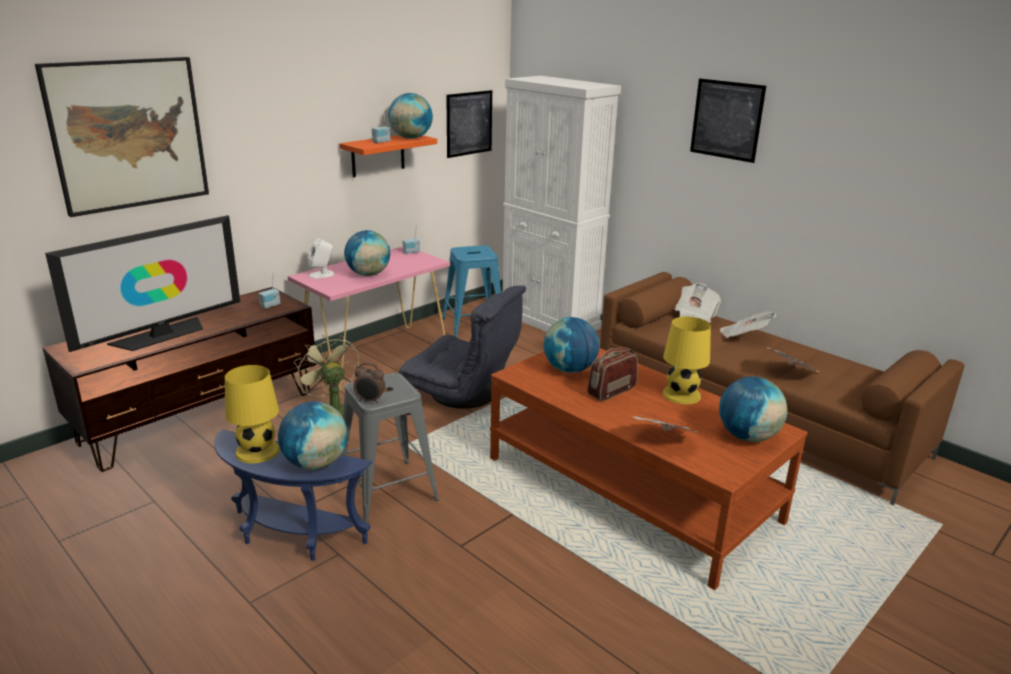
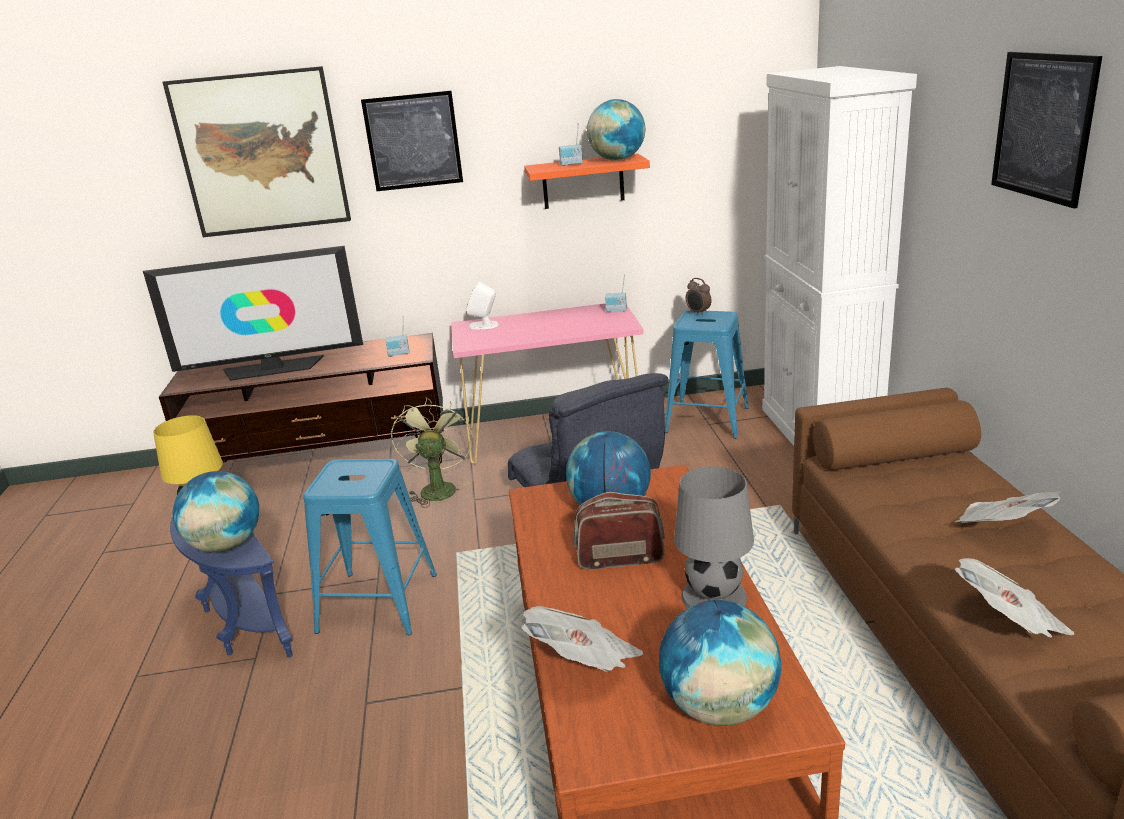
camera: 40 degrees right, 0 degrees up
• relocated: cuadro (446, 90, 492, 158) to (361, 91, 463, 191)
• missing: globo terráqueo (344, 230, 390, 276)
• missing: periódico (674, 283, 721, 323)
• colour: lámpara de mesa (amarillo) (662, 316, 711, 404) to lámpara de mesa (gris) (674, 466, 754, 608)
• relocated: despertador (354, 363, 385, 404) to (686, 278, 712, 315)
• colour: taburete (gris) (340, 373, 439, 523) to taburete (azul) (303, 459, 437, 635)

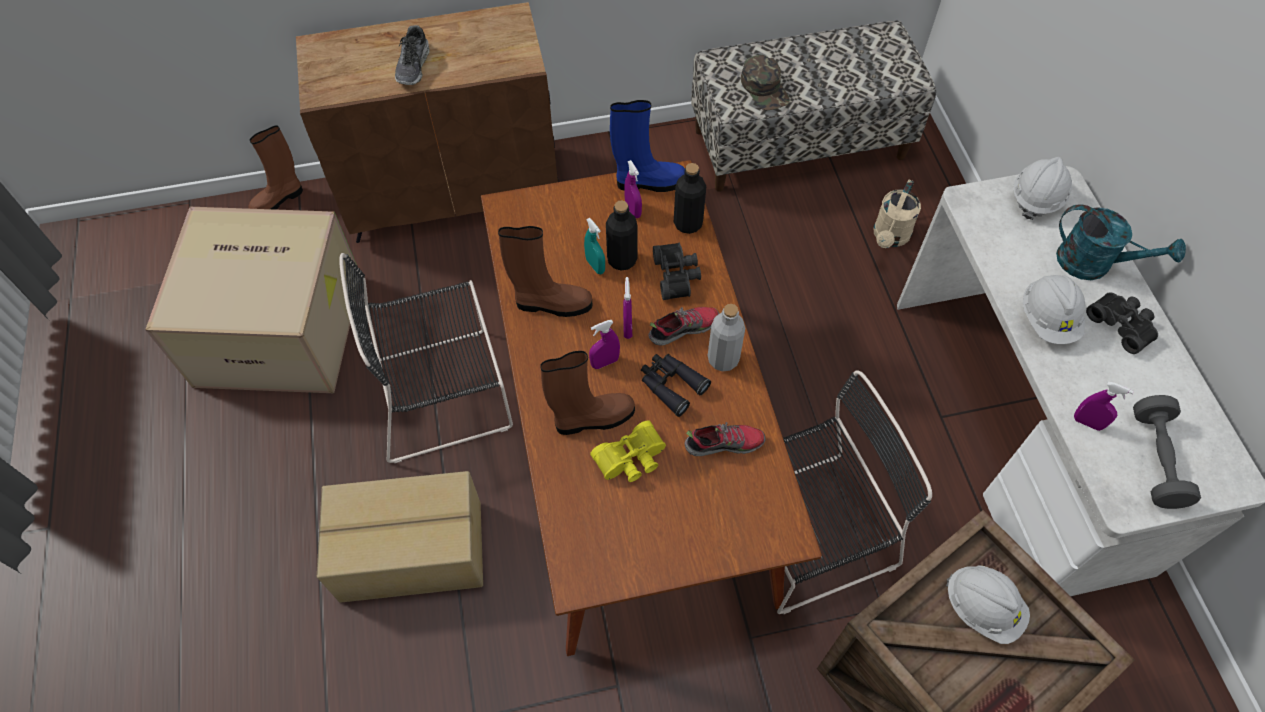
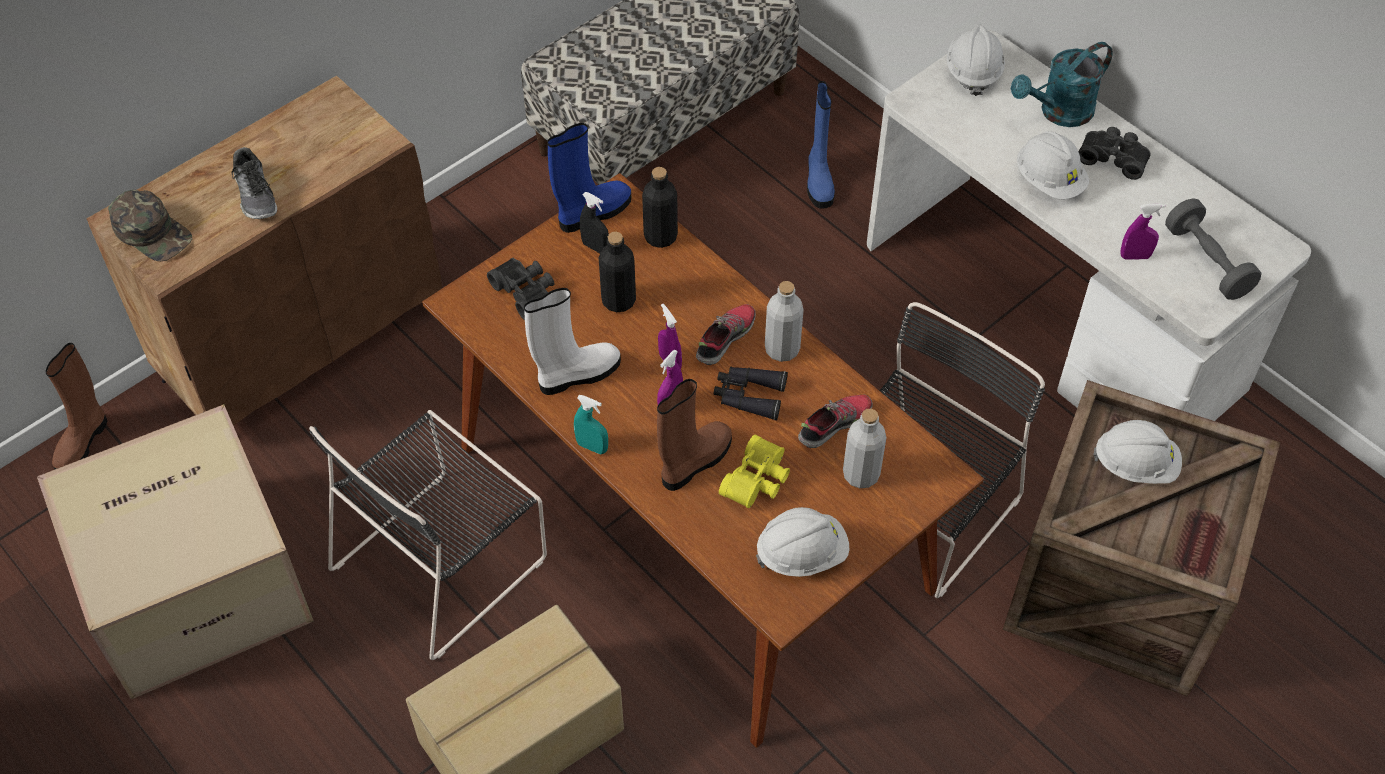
camera: 30 degrees left, 5 degrees down
• relocated: gorra (verde) (741, 55, 790, 110) to (108, 190, 192, 261)
• colour: pulverizador (morado) (624, 160, 642, 218) to pulverizador (negro) (580, 192, 609, 253)
• exchanged: regadera (beis) (873, 180, 921, 248) to bota (azul) (807, 81, 835, 209)
• spun: regadera (turquesa) (1056, 205, 1186, 280) = (1011, 42, 1113, 127) 150 degrees clockwise
• relocated: pulverizador (turquesa) (584, 218, 605, 274) to (574, 395, 608, 454)
• colour: bota (marrón) (498, 226, 592, 317) to bota (blanco) (524, 288, 621, 395)
• relocated: prismáticos (negro) (653, 243, 701, 300) to (487, 258, 555, 320)
• appeared: botella (gris) (843, 409, 886, 488)
• appeared: casco (blanco) (756, 507, 849, 577)

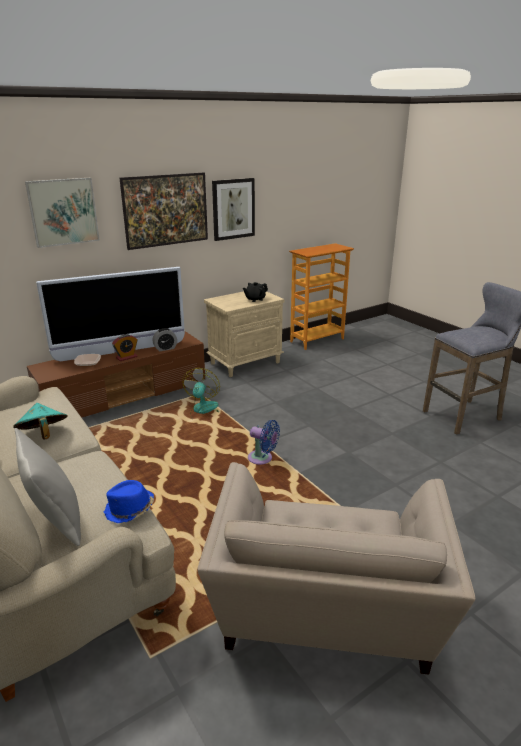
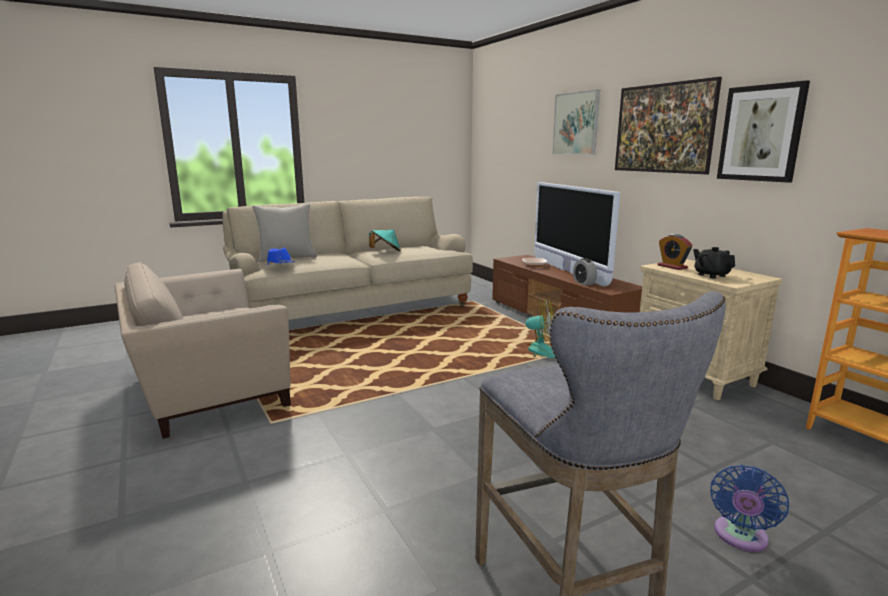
camera: 95 degrees right, 10 degrees down
• relocated: despertador (112, 334, 138, 361) to (658, 234, 693, 270)
• relocated: ventilador (azul) (248, 420, 280, 465) to (710, 465, 789, 552)
• spun: sillón (beis) (198, 462, 475, 675) = (115, 262, 291, 439) 45 degrees counterclockwise

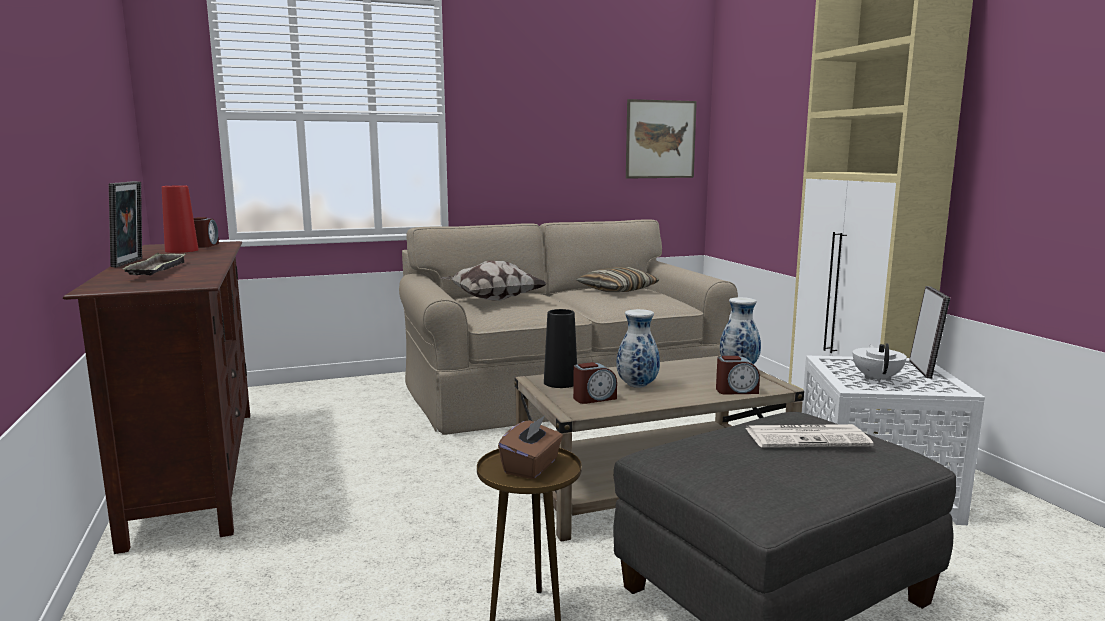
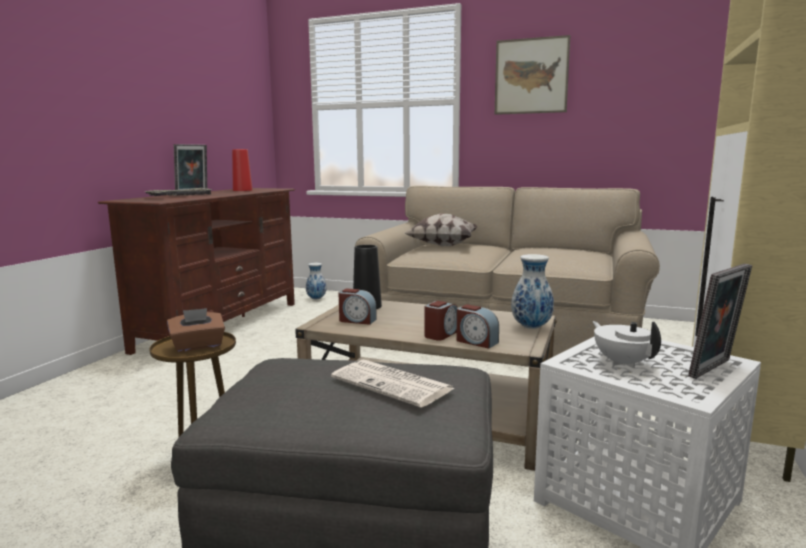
camera: 40 degrees right, 0 degrees up
• relocated: cuadro (626, 99, 697, 179) to (495, 35, 570, 115)
• relocated: despertador (194, 217, 219, 248) to (425, 301, 458, 341)
• missing: cojín (576, 267, 660, 292)
• relocated: florero (617, 309, 660, 388) to (306, 263, 327, 299)
• spun: tetera (blanco) (853, 343, 907, 383) = (592, 321, 661, 368) 75 degrees counterclockwise

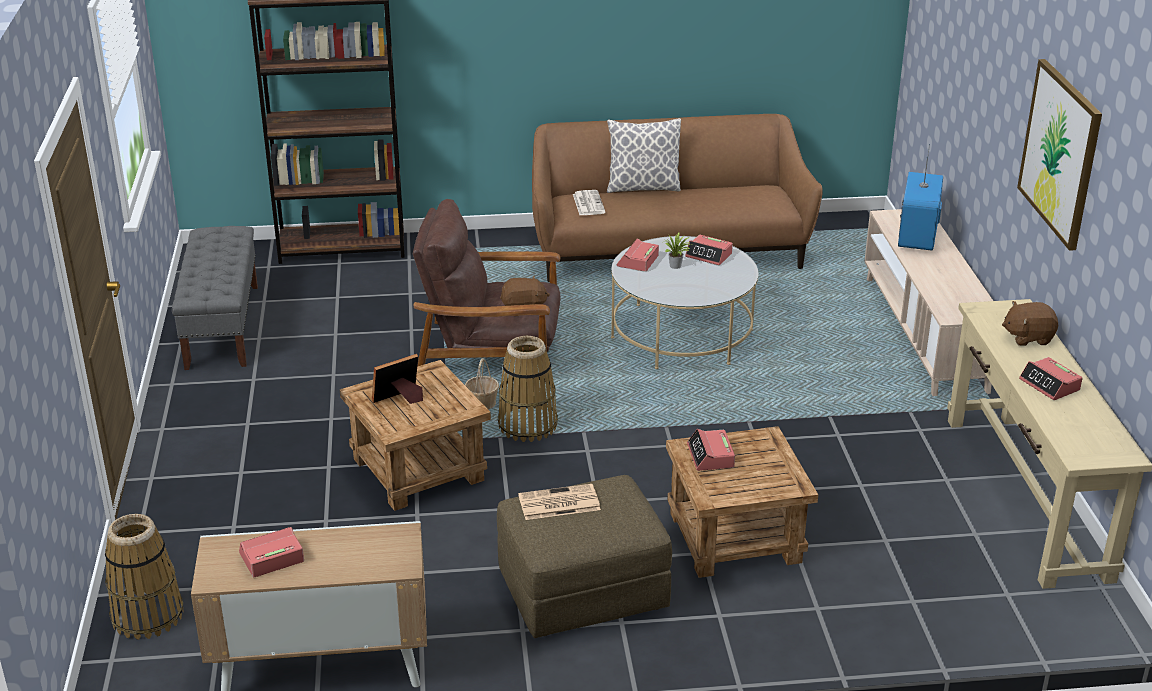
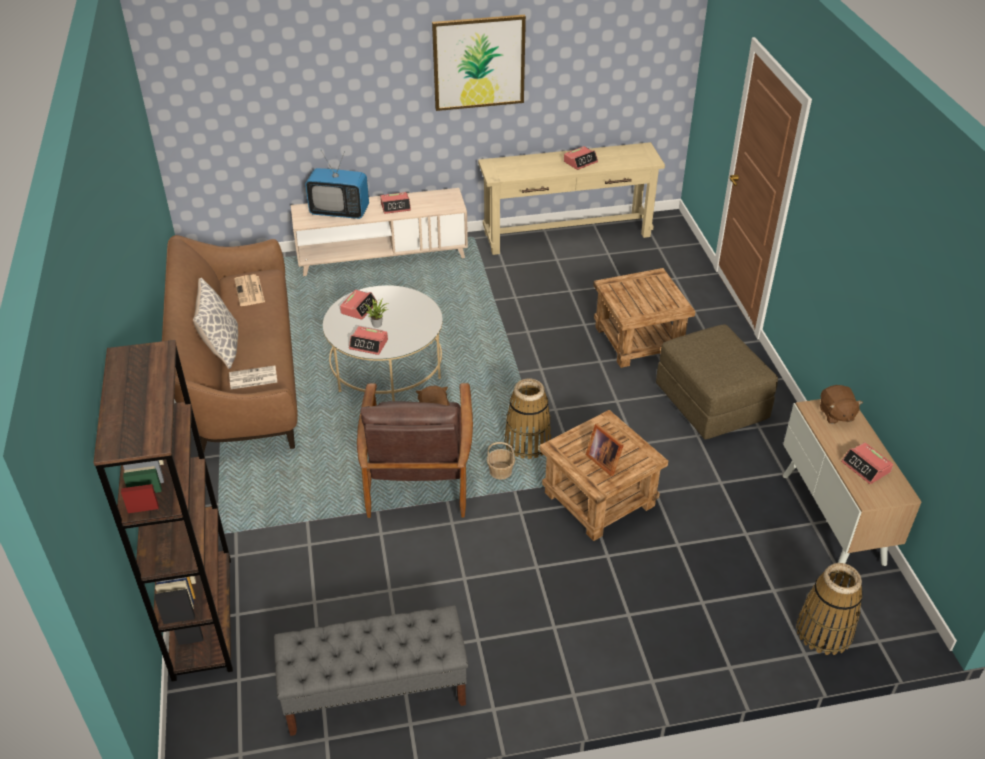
camera: 95 degrees left, 10 degrees up
• relocated: peluche (marrón) (1002, 301, 1058, 346) to (820, 385, 863, 424)
• relocated: despertador (687, 429, 735, 471) to (380, 192, 411, 214)
• relocated: periódico (518, 484, 601, 520) to (234, 274, 265, 306)

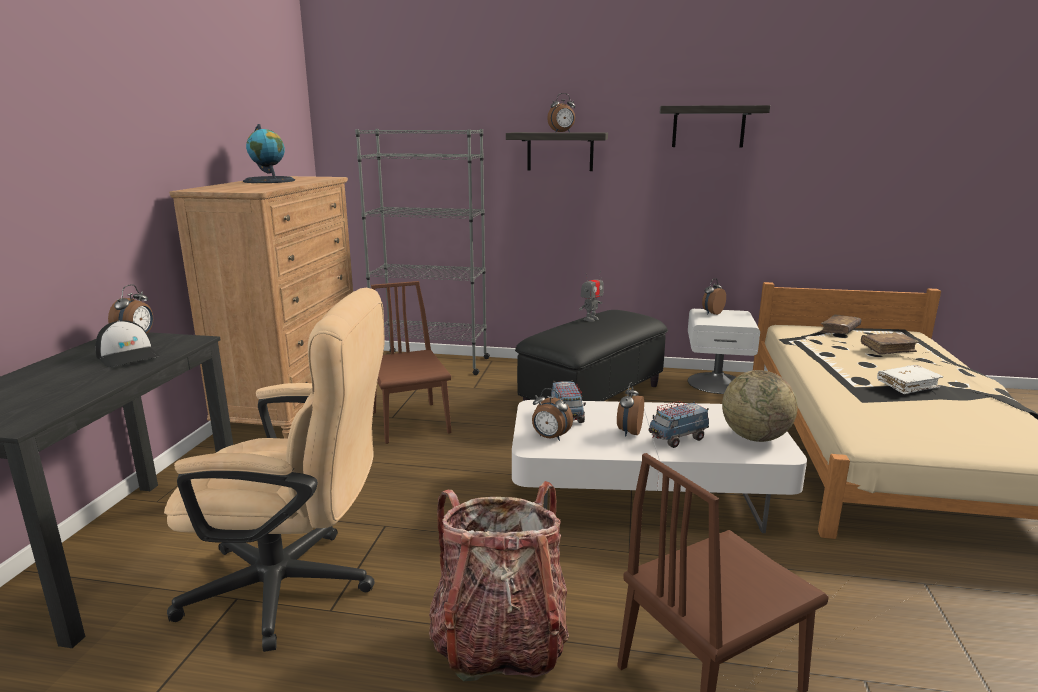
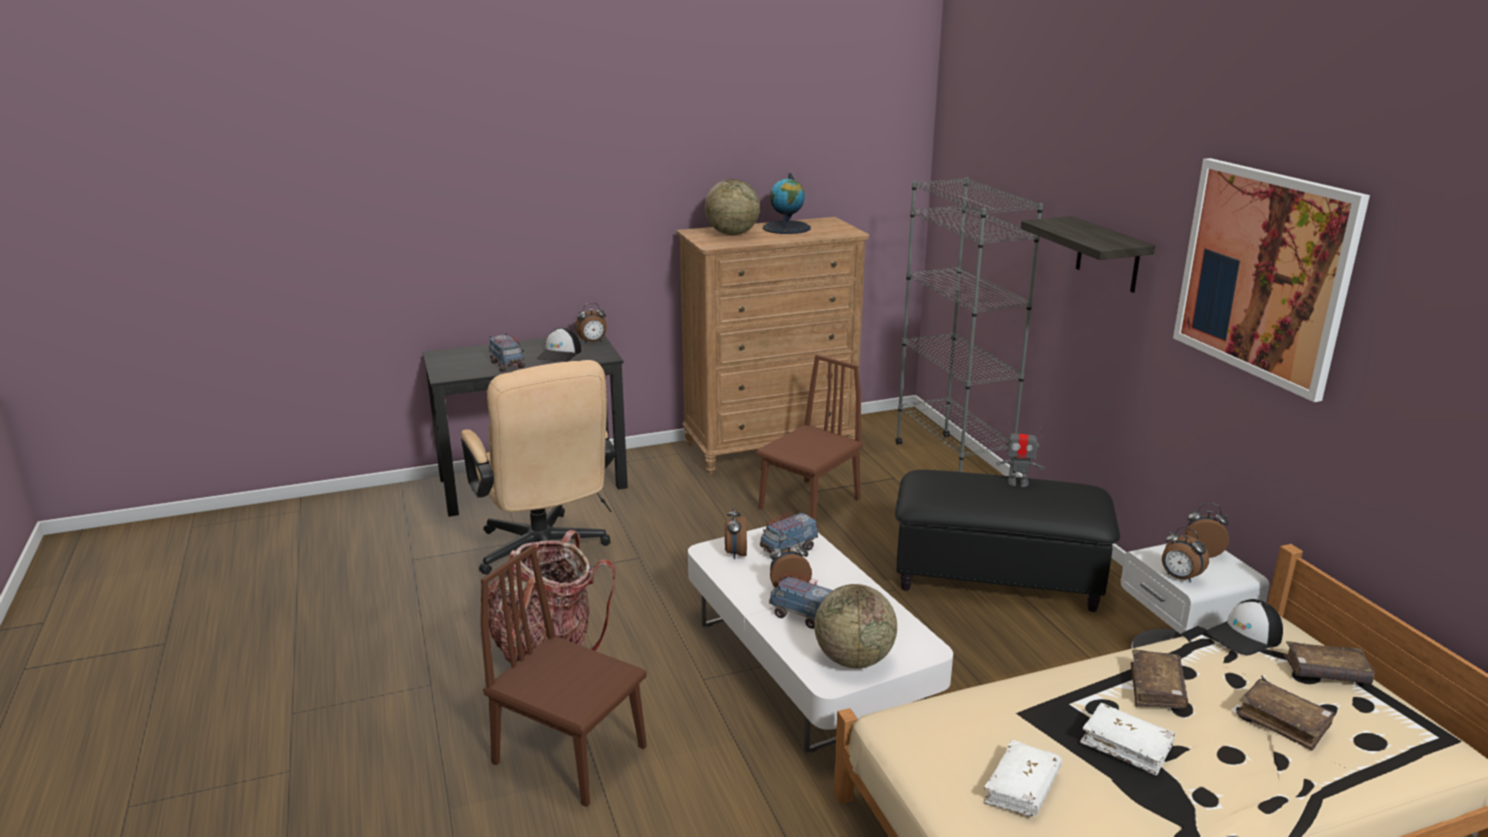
camera: 60 degrees right, 5 degrees up
• relocated: despertador (547, 93, 575, 132) to (1162, 527, 1209, 583)
• exchanged: estante (660, 105, 770, 148) to cuadro (1173, 158, 1370, 402)
• appeared: globo terráqueo (705, 179, 760, 235)
• appeared: camión de juguete (489, 333, 525, 372)
• appeared: gorra (1207, 599, 1283, 656)
• appeared: libro (marrón) (1131, 649, 1188, 709)
• appeared: libro (blanco) (984, 740, 1062, 816)

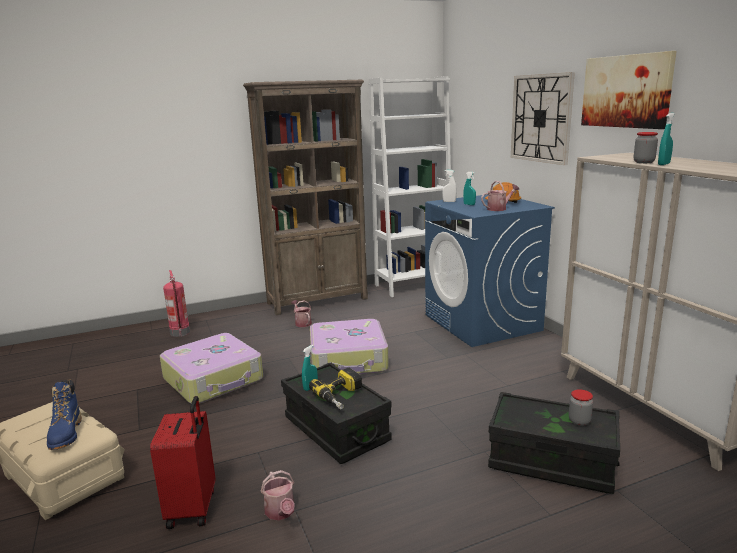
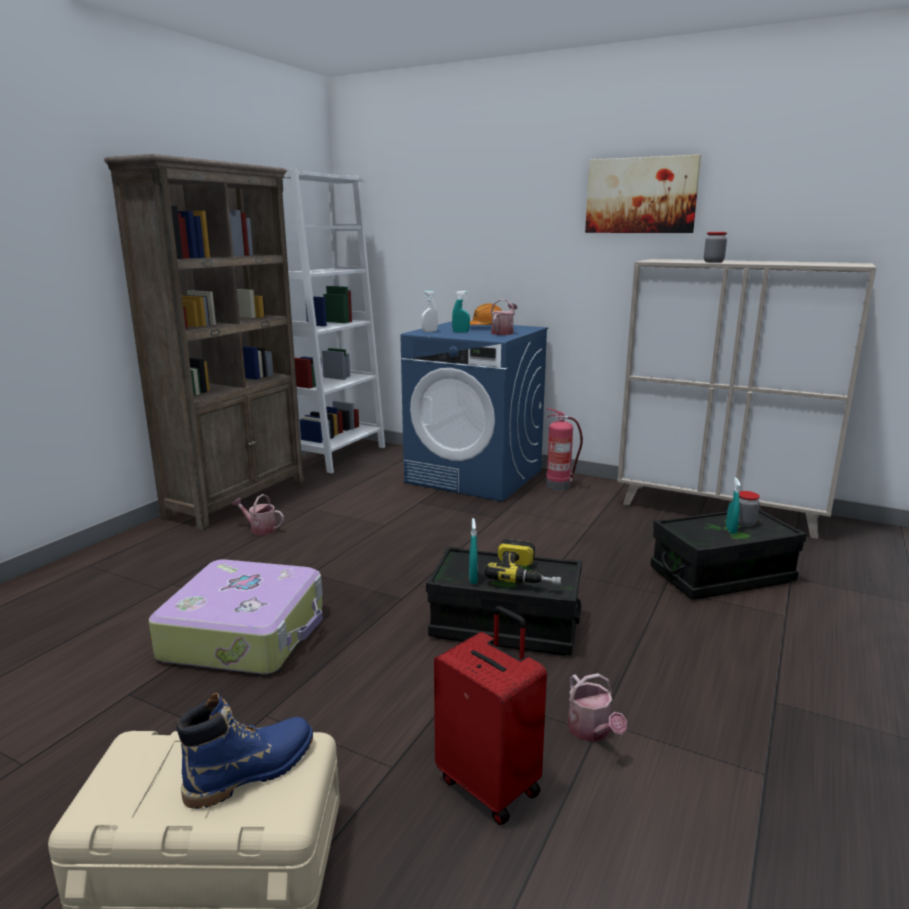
camera: 40 degrees left, 0 degrees up
• missing: reloj de pared (511, 72, 575, 165)
• relocated: pulverizador (turquesa) (658, 113, 675, 165) to (726, 477, 741, 534)
• relocated: extintor (163, 270, 190, 337) to (546, 408, 583, 491)
• missing: maleta (310, 319, 389, 374)
• spun: bota (azul) (47, 379, 82, 450) = (176, 693, 313, 809) 75 degrees counterclockwise
• spun: regadera (261, 470, 295, 520) = (568, 673, 627, 742) 45 degrees clockwise

